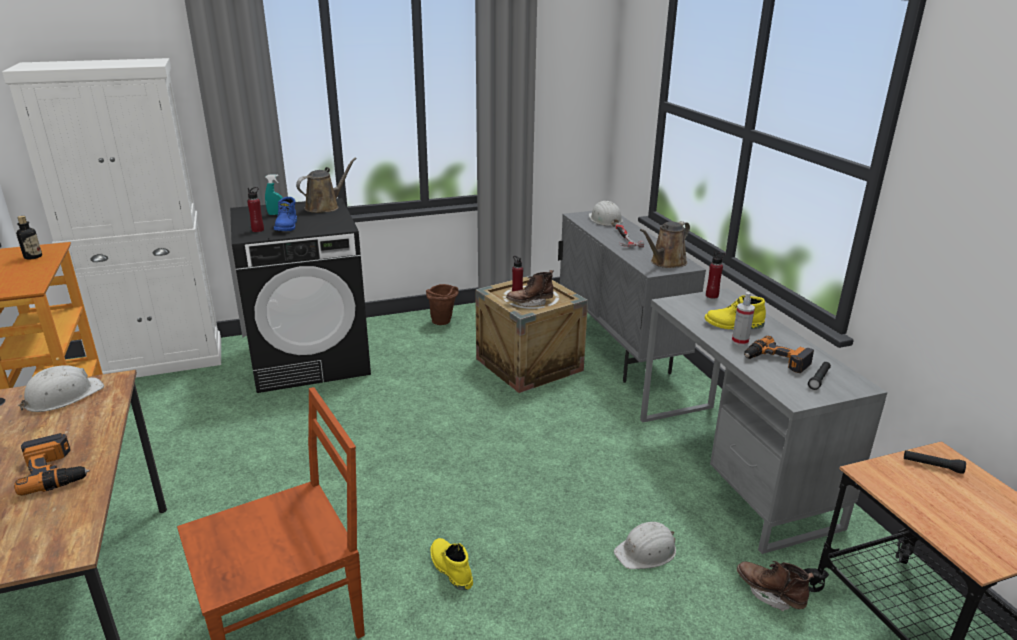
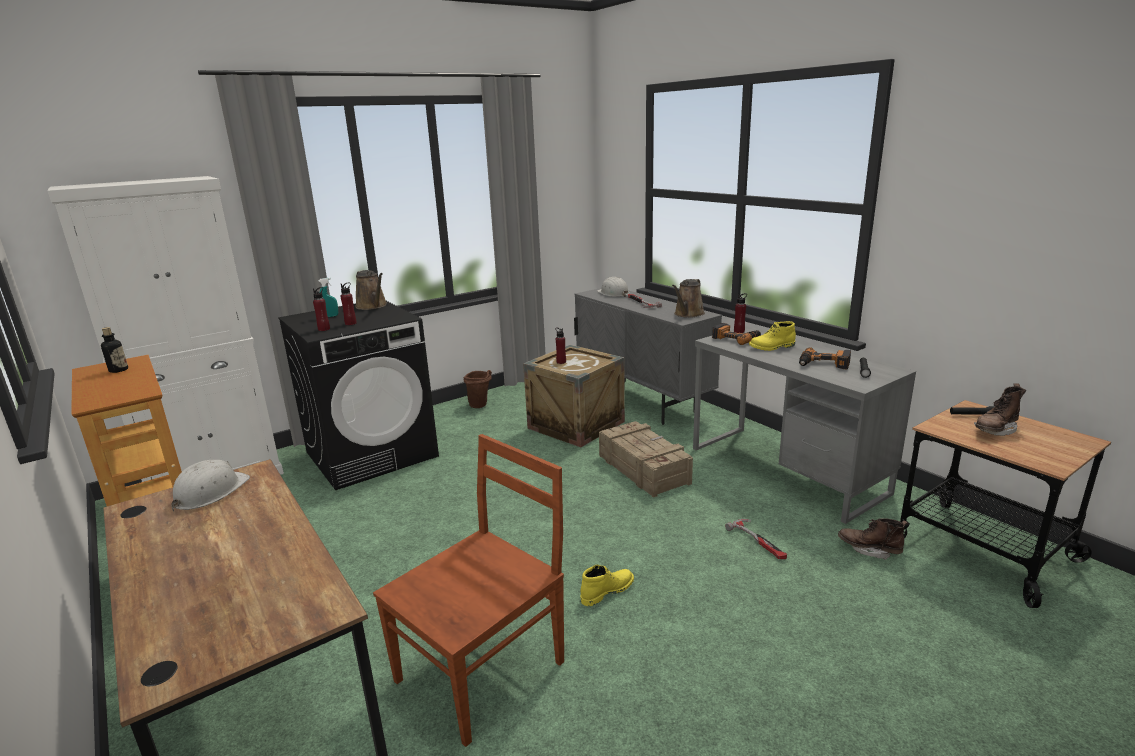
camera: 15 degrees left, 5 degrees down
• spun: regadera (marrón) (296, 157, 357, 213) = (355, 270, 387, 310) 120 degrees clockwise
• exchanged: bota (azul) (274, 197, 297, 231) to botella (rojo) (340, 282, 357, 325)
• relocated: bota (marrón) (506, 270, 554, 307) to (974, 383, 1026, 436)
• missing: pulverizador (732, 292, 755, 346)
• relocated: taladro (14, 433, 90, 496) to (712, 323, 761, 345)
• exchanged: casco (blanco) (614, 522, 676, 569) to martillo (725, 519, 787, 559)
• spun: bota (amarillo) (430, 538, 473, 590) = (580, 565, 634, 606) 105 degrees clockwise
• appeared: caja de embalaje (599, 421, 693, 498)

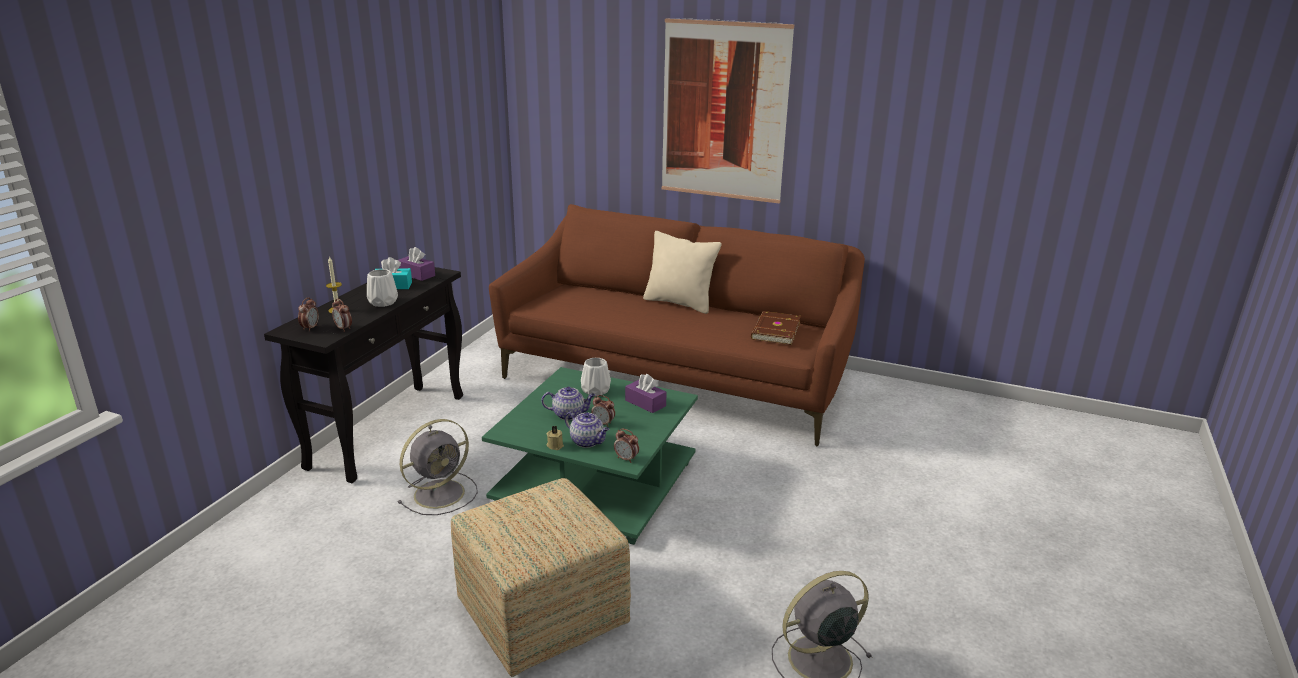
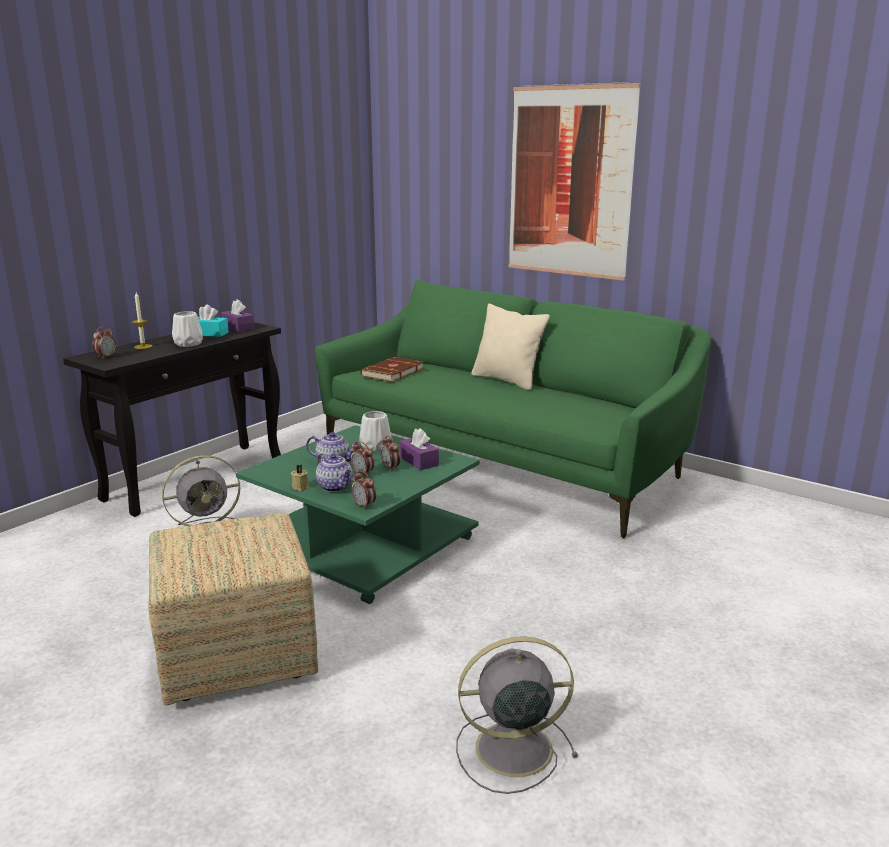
camera: 15 degrees right, 5 degrees down
• colour: sofá (marrón) (489, 204, 865, 446) to sofá (verde) (315, 280, 712, 538)
• relocated: despertador (332, 298, 352, 332) to (381, 436, 400, 471)
• relocated: libro (marrón) (751, 311, 801, 345) to (360, 357, 424, 382)

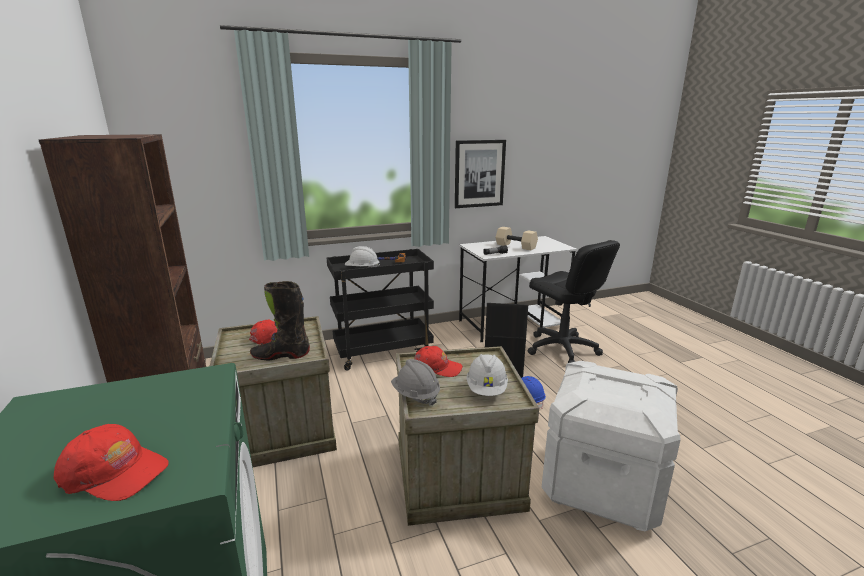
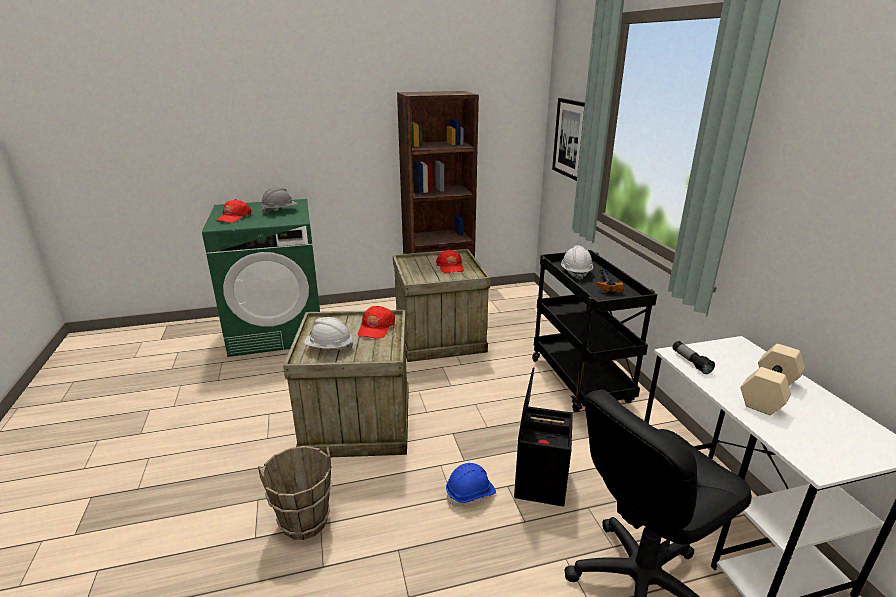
camera: 95 degrees right, 5 degrees up
• relocated: cuadro (455, 140, 506, 208) to (552, 98, 585, 181)
• missing: bota (negro) (250, 281, 310, 360)
• relocated: casco (gris) (391, 359, 440, 406) to (261, 187, 297, 214)
• exchanged: caja de almacenaje (blanco) (542, 361, 681, 531) to cubo (marrón) (258, 446, 332, 540)

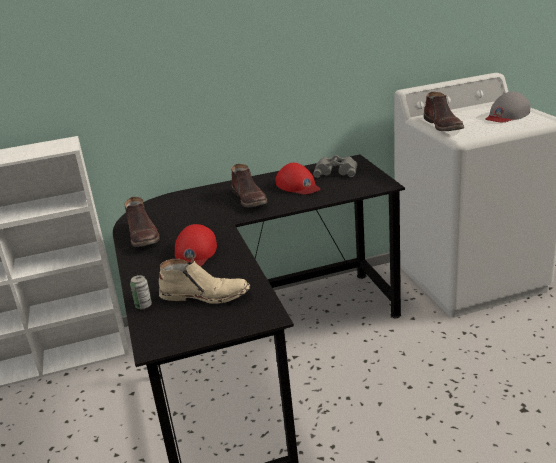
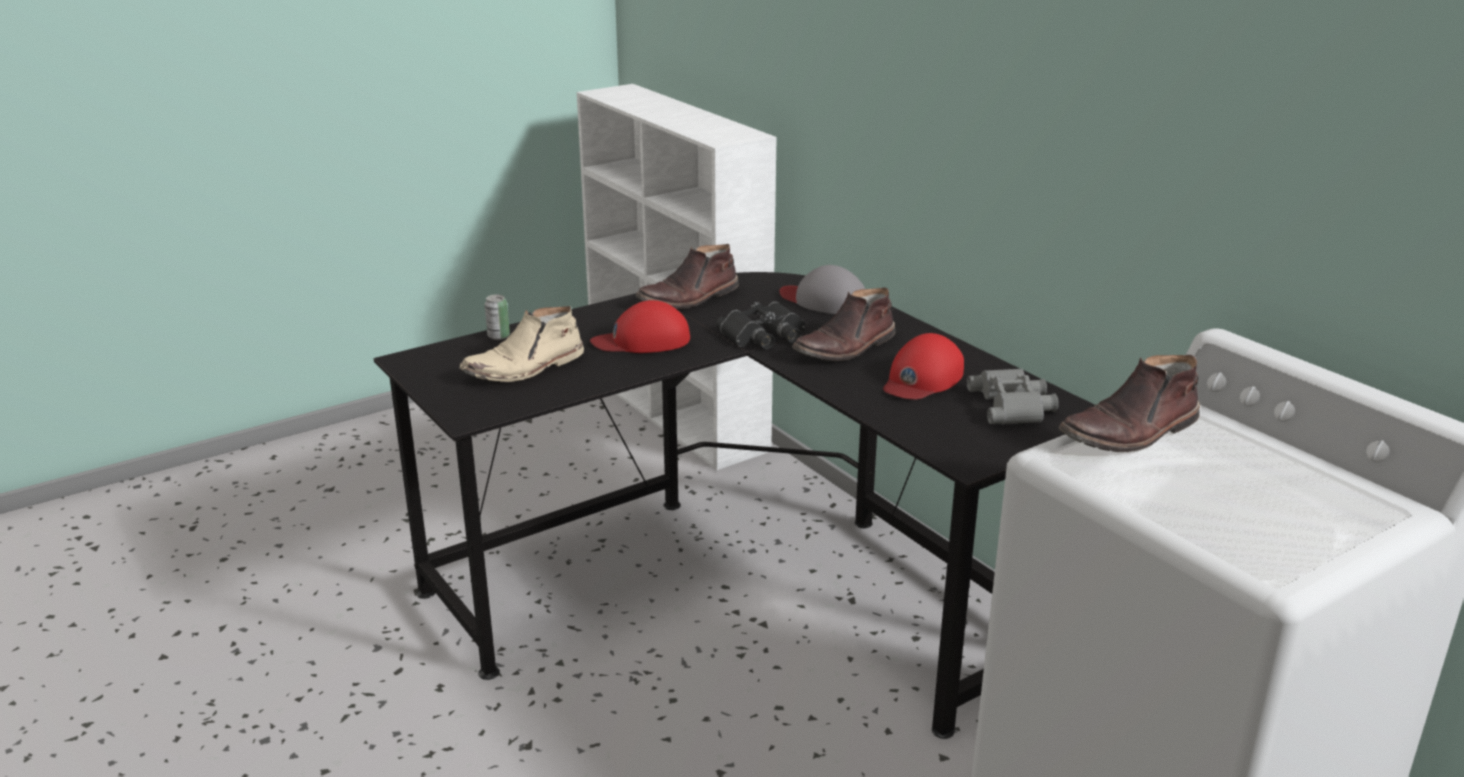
camera: 70 degrees right, 0 degrees up
• relocated: gorra (gris) (485, 91, 530, 122) to (779, 265, 865, 314)
• spun: bota (beis) (159, 259, 250, 304) = (460, 306, 584, 382) 60 degrees clockwise
• appeared: prismáticos (negro) (716, 302, 805, 350)

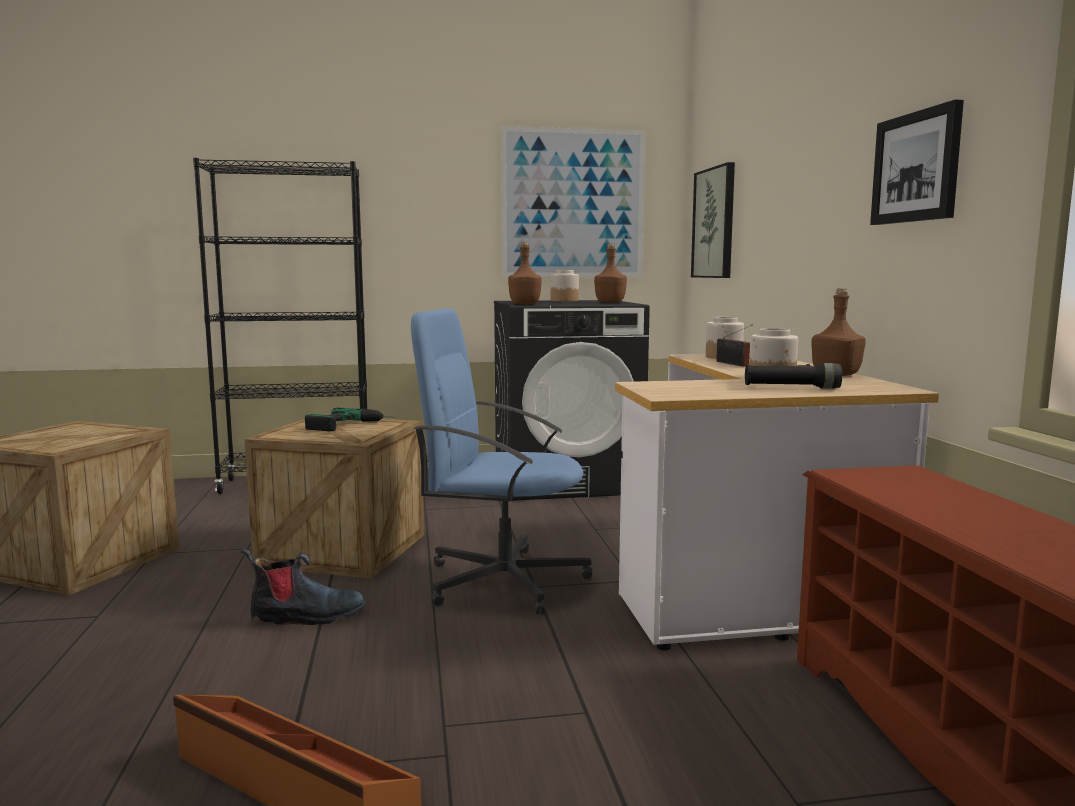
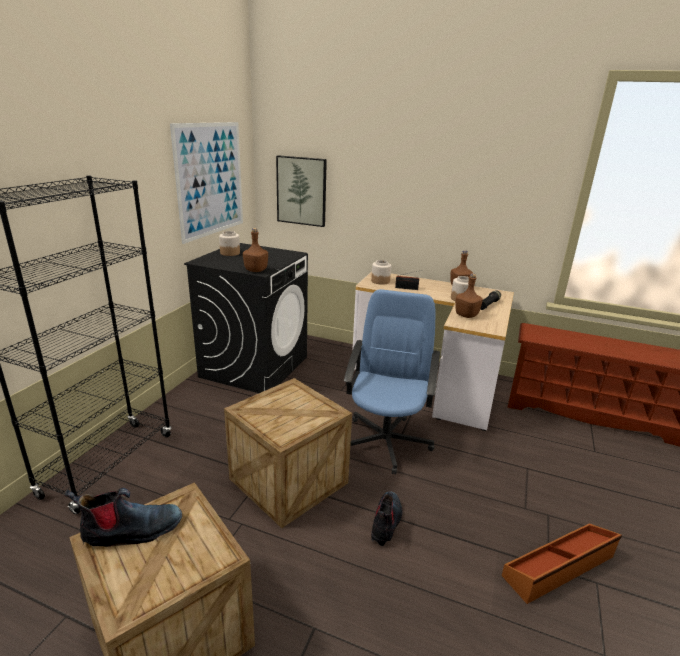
camera: 60 degrees left, 15 degrees up
• missing: cuadro (870, 99, 964, 225)
• relocated: botella (marrón) (594, 244, 627, 302) to (455, 273, 483, 318)
• spun: silla de oficina (azul) (411, 308, 592, 615) = (344, 289, 440, 474) 150 degrees clockwise
• missing: taladro (305, 408, 395, 431)
• appeared: bota (64, 488, 182, 547)

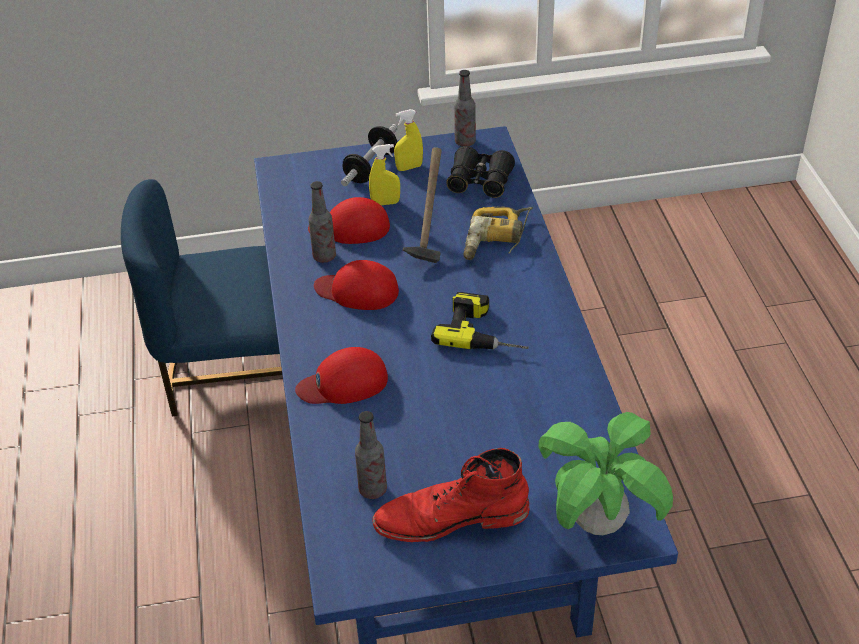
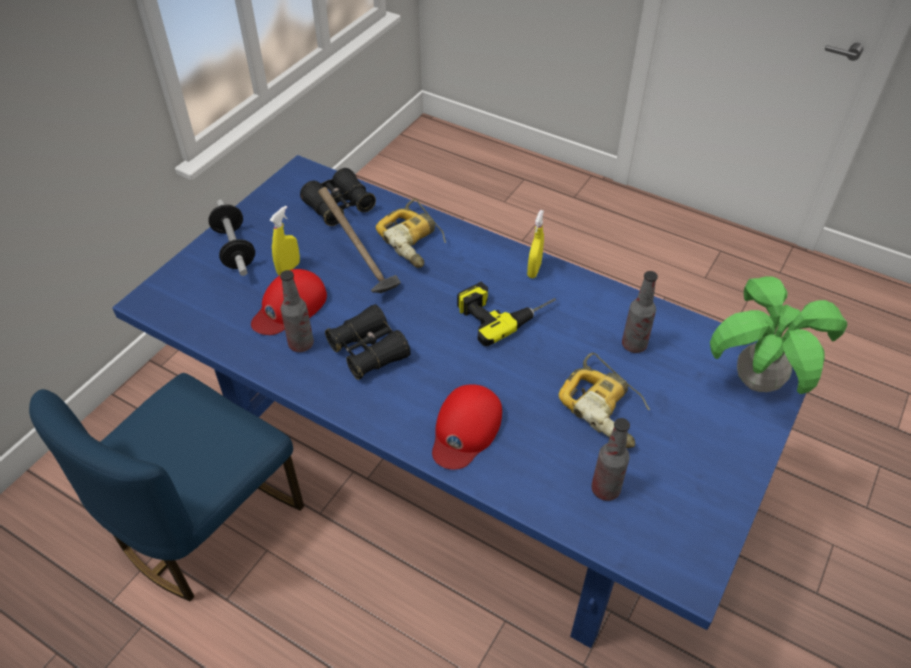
camera: 50 degrees left, 5 degrees up
• relocated: botella (454, 70, 476, 147) to (622, 271, 658, 353)
• relocated: pulverizador (amarillo) (394, 109, 423, 171) to (527, 210, 544, 278)
• exchanged: gorra (rojo) (314, 260, 399, 310) to prismáticos (negro) (325, 304, 411, 380)
• missing: bota (rojo) (372, 448, 529, 542)
• appeared: taladro (558, 353, 650, 448)

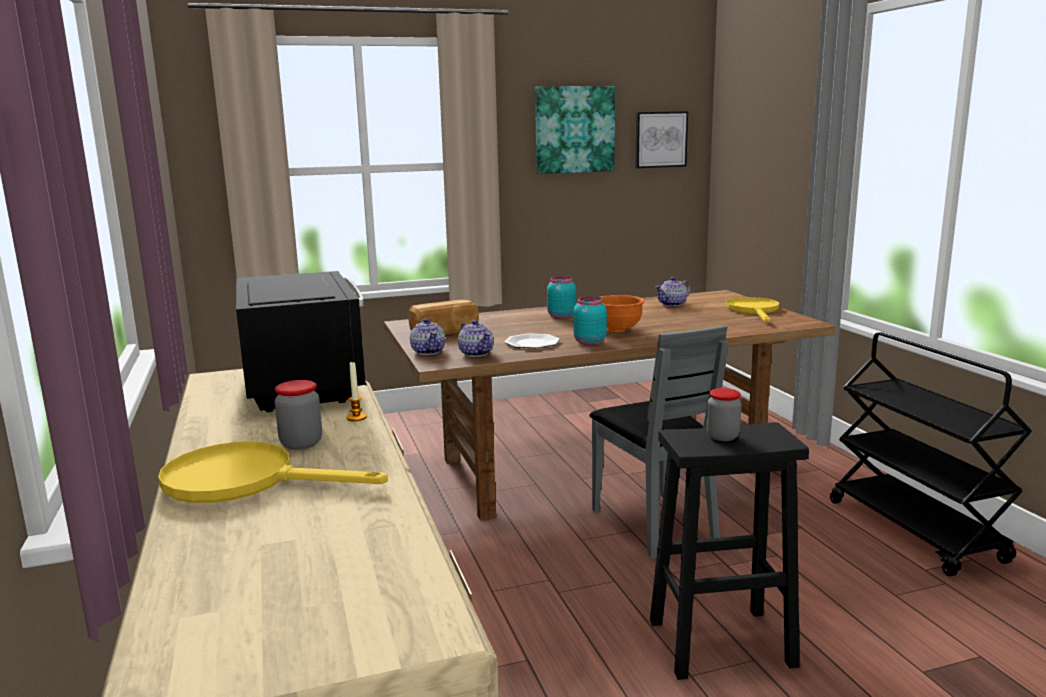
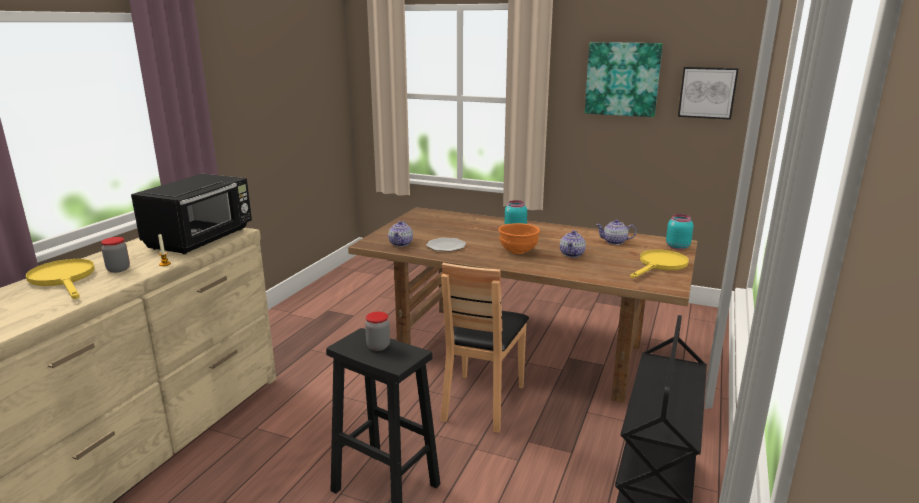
camera: 40 degrees right, 5 degrees up
• relocated: tarro (turquesa) (573, 296, 607, 345) to (666, 214, 694, 250)
• missing: pan (408, 300, 479, 334)
• relocated: tetera (410, 318, 445, 355) to (560, 231, 586, 257)
• colour: silla (gris) (589, 325, 729, 559) to silla (marrón) (440, 263, 529, 433)

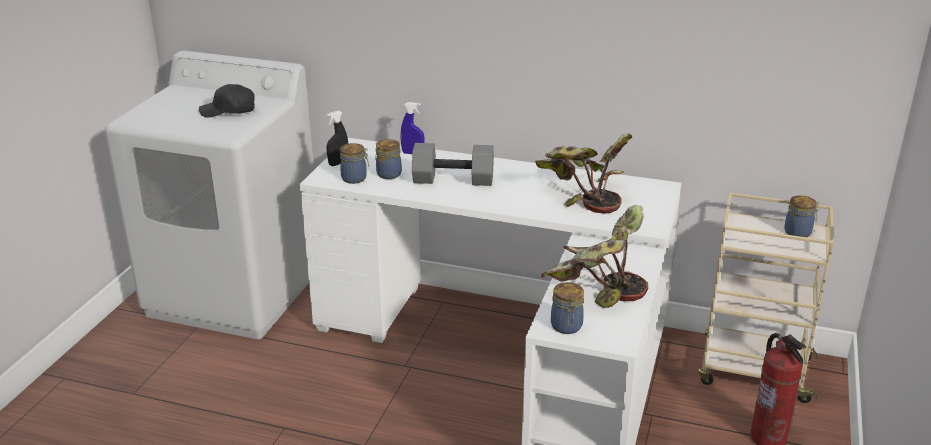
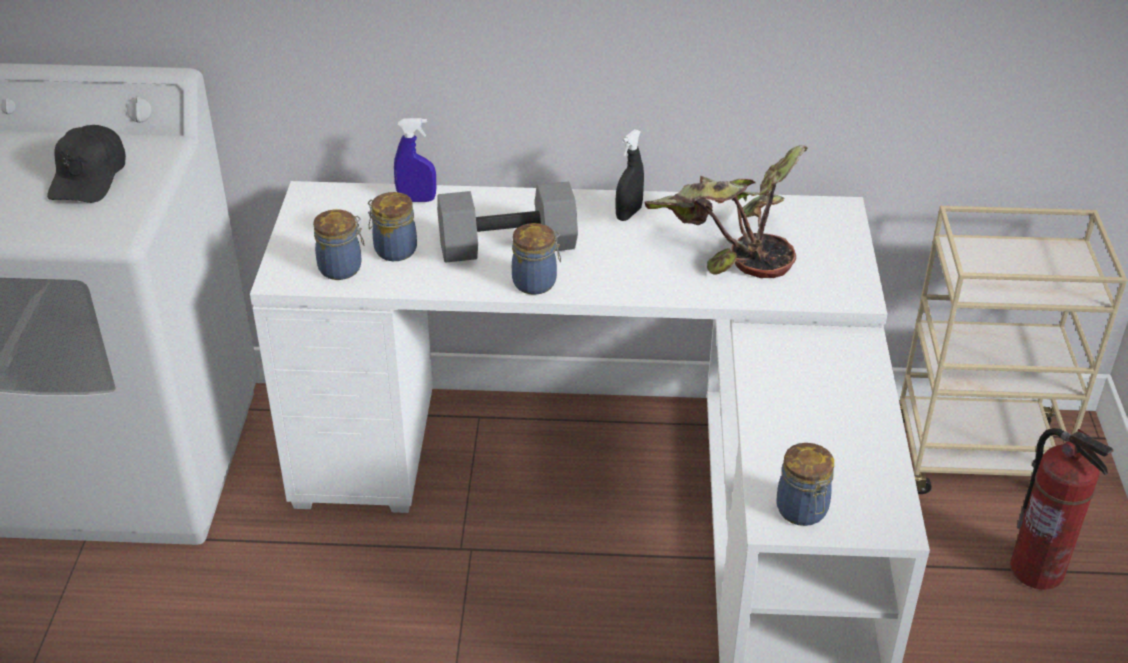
camera: 15 degrees left, 10 degrees up
• spun: gorra (negro) (199, 84, 255, 118) = (47, 125, 126, 203) 60 degrees counterclockwise
• relocated: pulverizador (negro) (326, 111, 348, 166) to (616, 129, 644, 221)
• relocated: tarro (784, 195, 819, 237) to (512, 223, 561, 295)
• missing: planta en maceta (541, 205, 648, 308)

